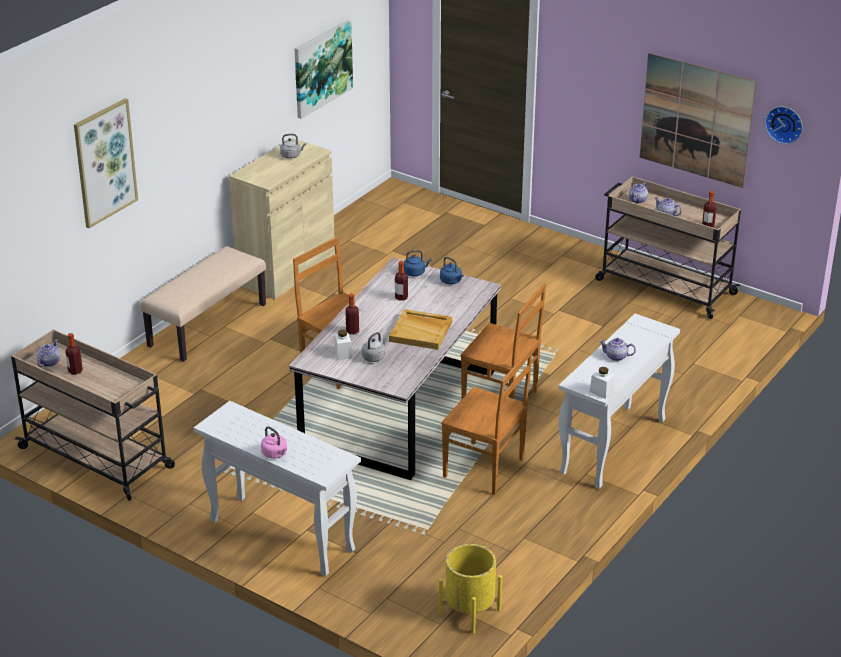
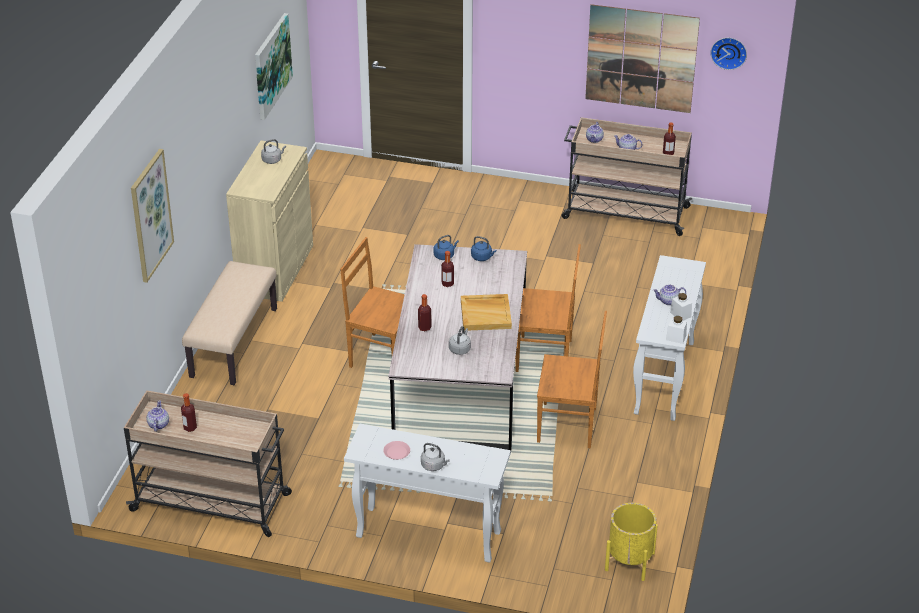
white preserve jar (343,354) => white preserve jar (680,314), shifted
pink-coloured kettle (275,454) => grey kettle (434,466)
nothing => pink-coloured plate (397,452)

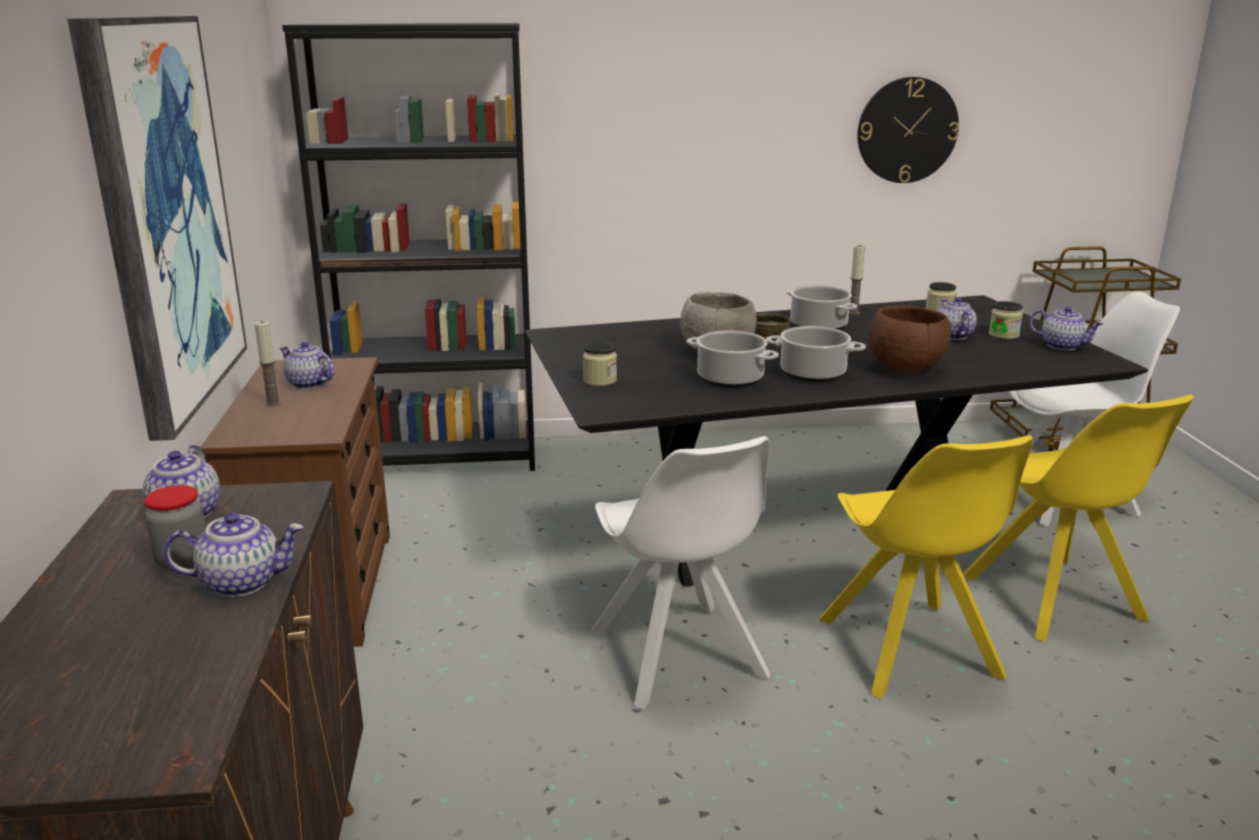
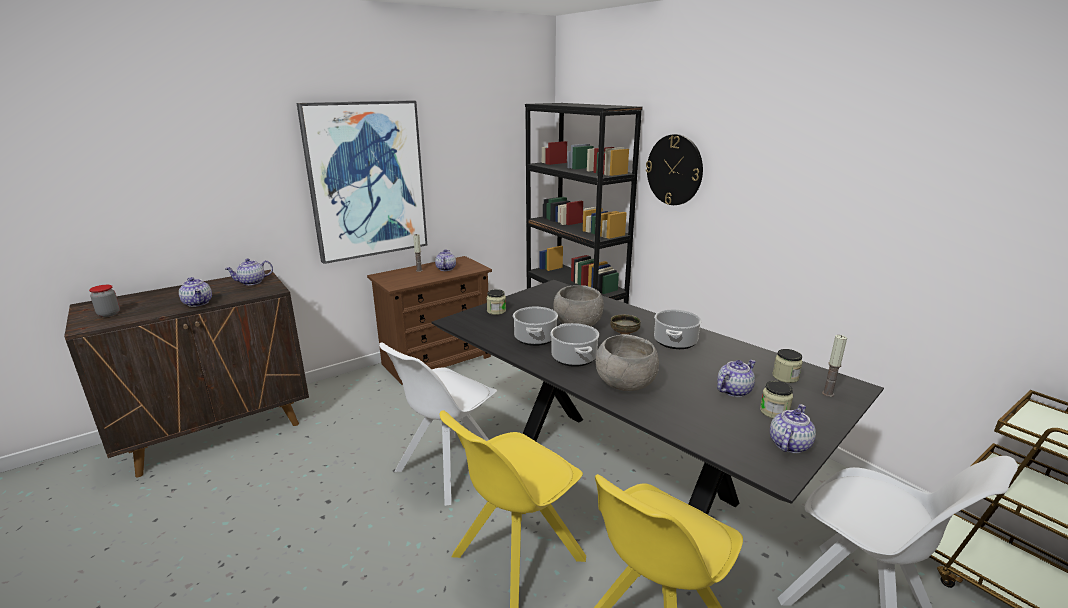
wall clock (907,130) => wall clock (674,170), shifted
wax candle (853,312) => wax candle (828,393), shifted
brown-coloured deep dish (906,369) => grey deep dish (625,385)
pot for tea (1062,346) => pot for tea (789,444), 150 degrees counterclockwise
preserve jar (183,561) => preserve jar (109,314), shifted

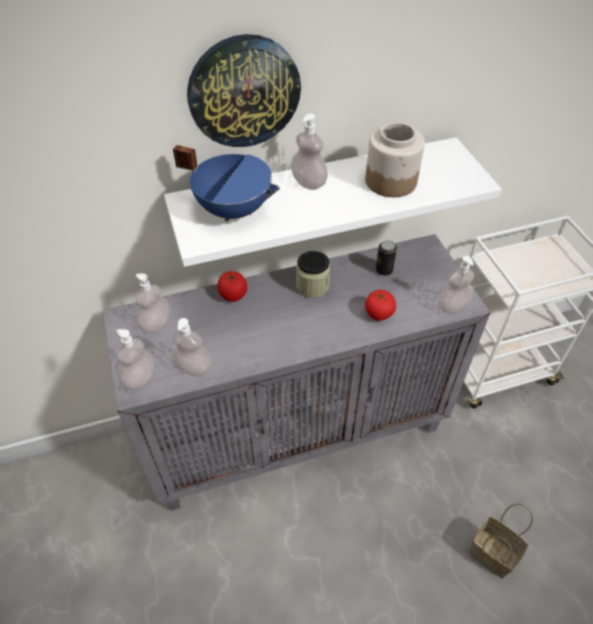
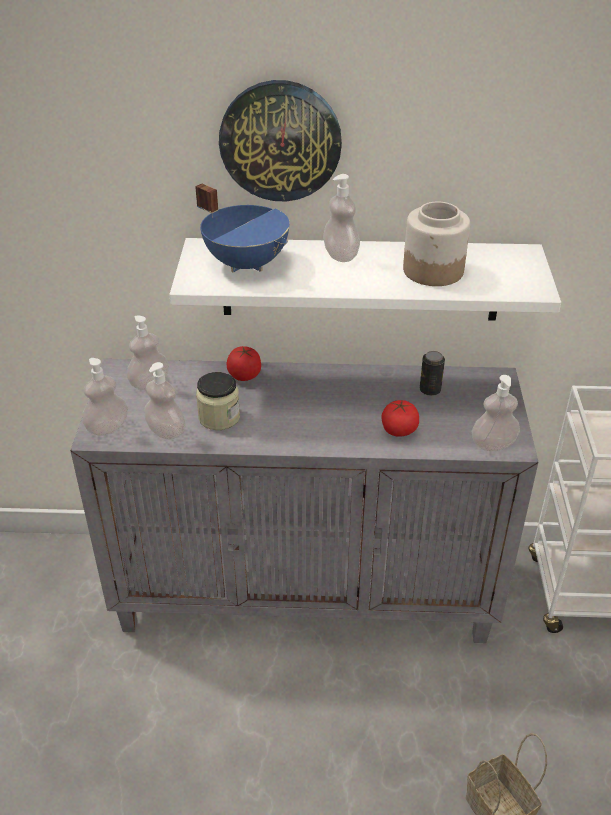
preserve jar (312,286) => preserve jar (219,417), shifted

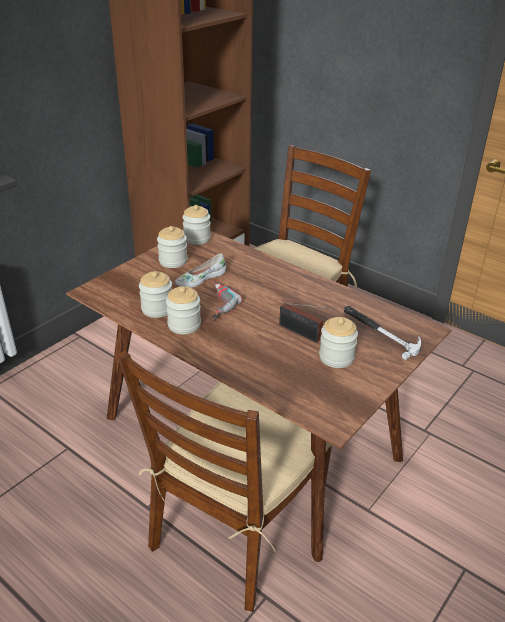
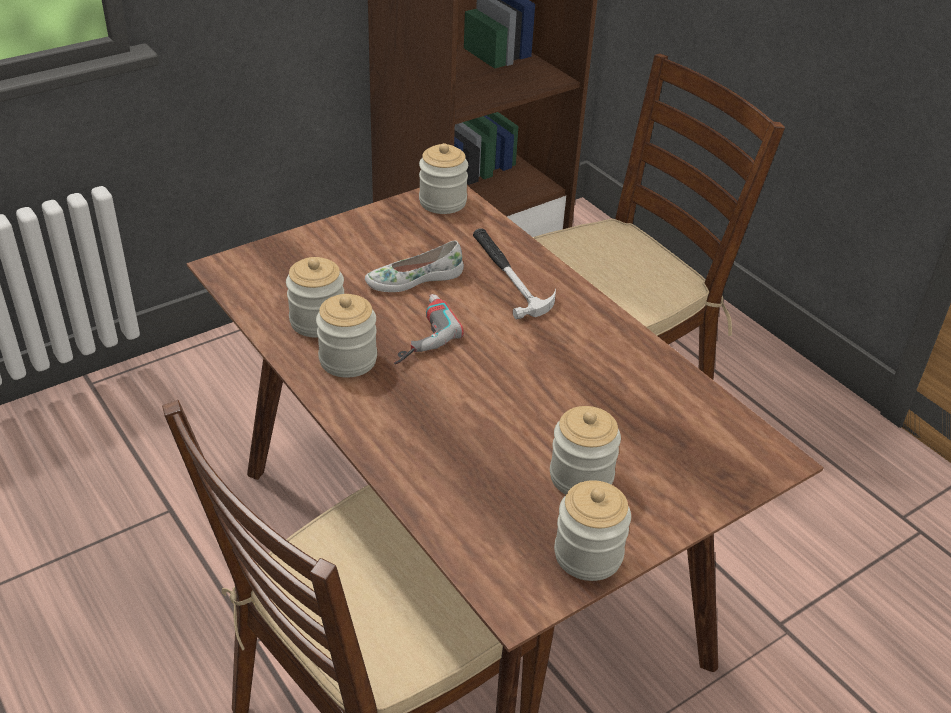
preserve jar (173,261) => preserve jar (588,555), shifted
radio (302,333) => nothing
tool hammer (380,332) => tool hammer (508,275), shifted

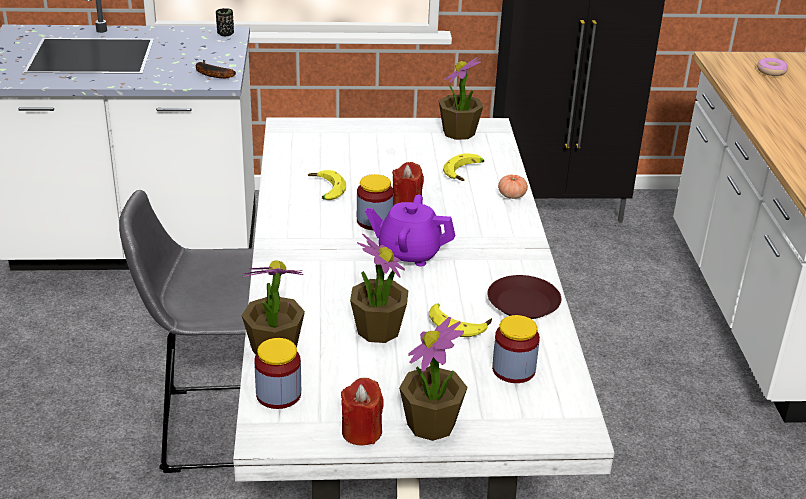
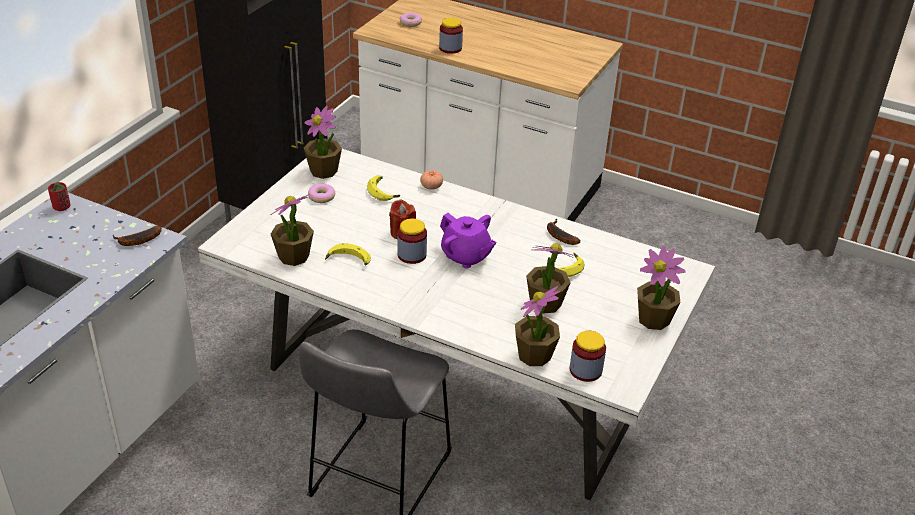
black drinking cup (225,34) => red-coloured drinking cup (61,207)
purple pot for tea (409,253) => purple pot for tea (466,256), 90 degrees counterclockwise
brown-coloured plate (523,303) => whole banana (558,235)
preserve jar (513,370) => preserve jar (450,48), shifted
red-coloured wax candle (361,432) => nothing
nothing => donut (321,197)
nothing => potted plant (293,256)

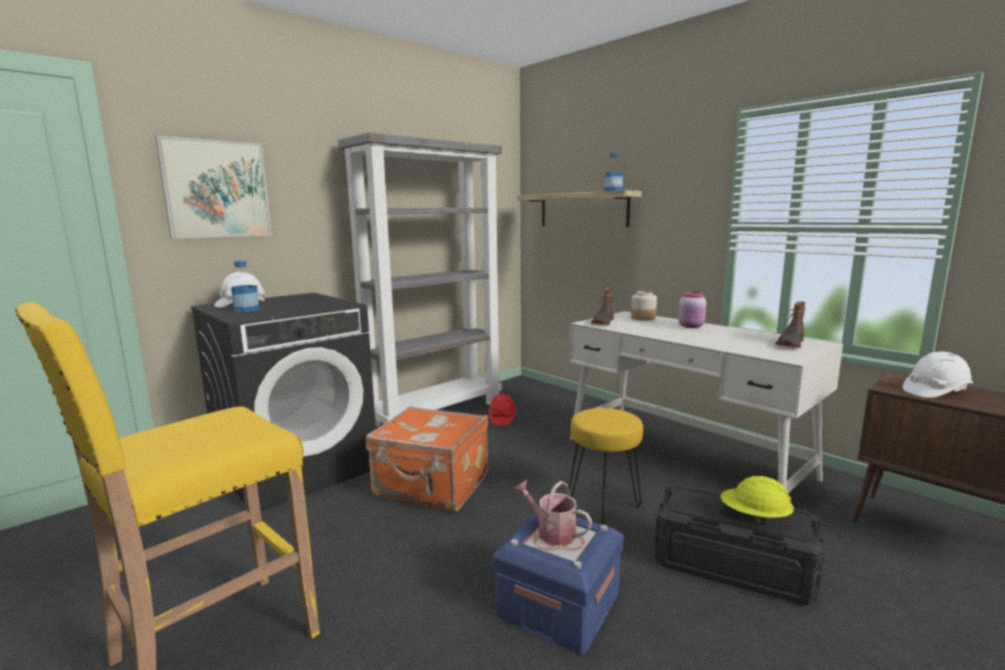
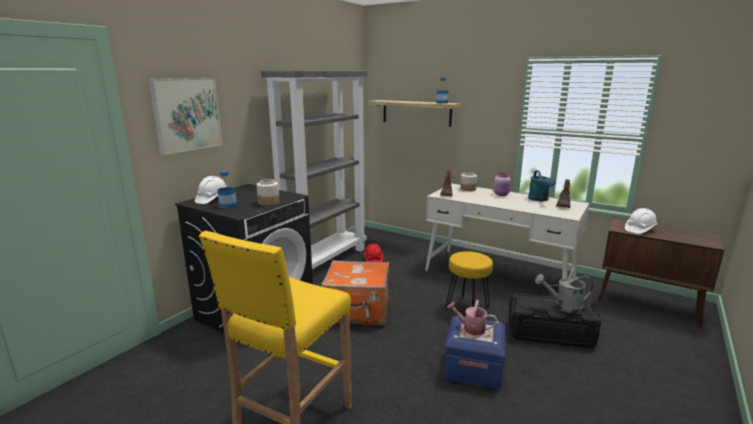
yellowish safety helmet (754,518) => grey watering can (563,307)
nothing => turquoise watering can (540,199)
nothing => preserve jar (269,202)

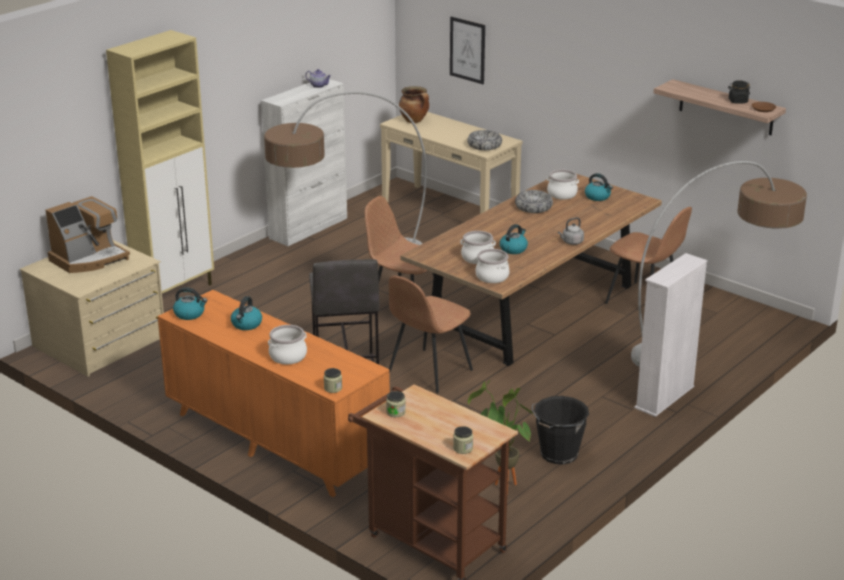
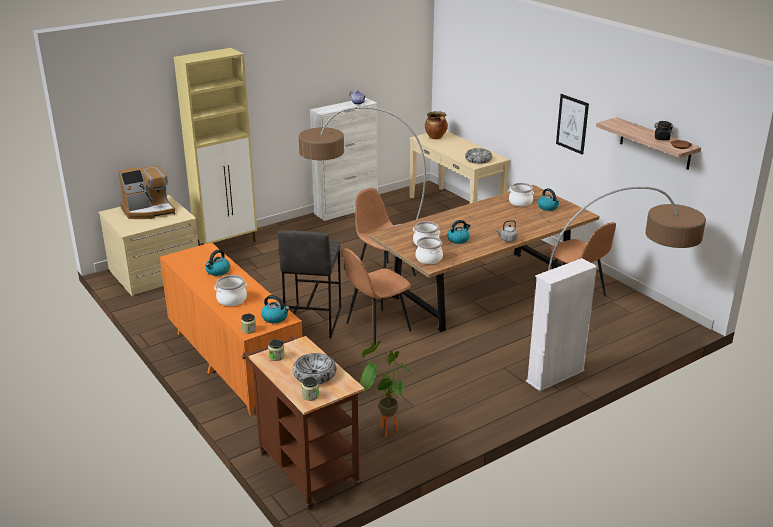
wall art (467,50) => wall art (572,124), shifted
deep dish (533,207) => deep dish (314,374), shifted
kettle (190,314) => kettle (275,318), shifted
black bucket (558,454) => nothing

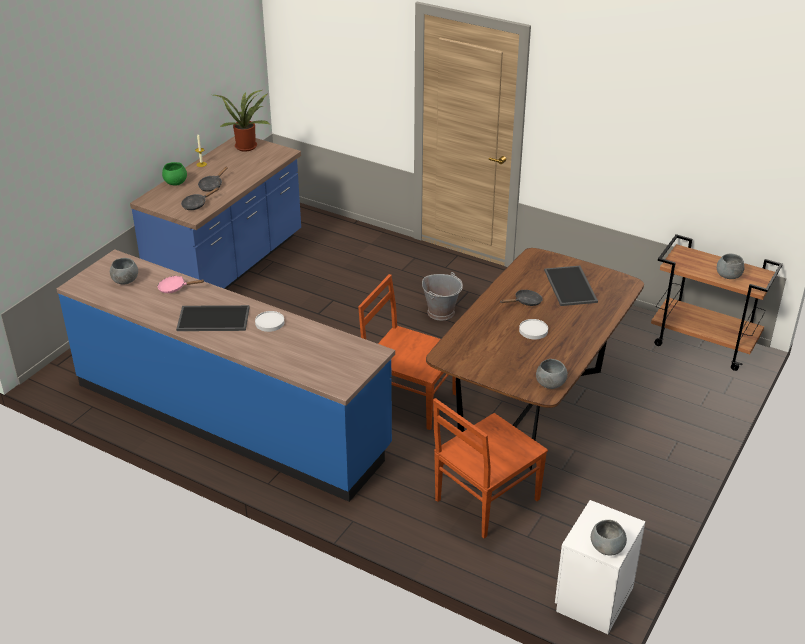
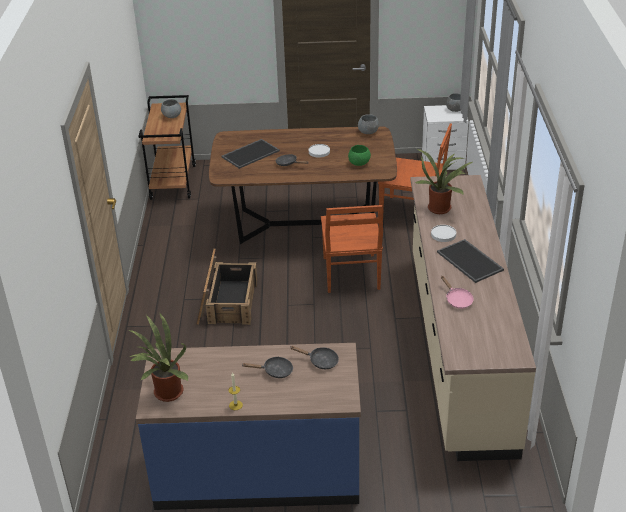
green deep dish (176,183) => green deep dish (359,163), shifted
blue-coloured kitchen base unit (231,416) => beige kitchen base unit (458,347)
grey deep dish (125,281) => nothing
grey bucket (441,312) => shipping crate (227,301)
nothing => potted plant (441,207)

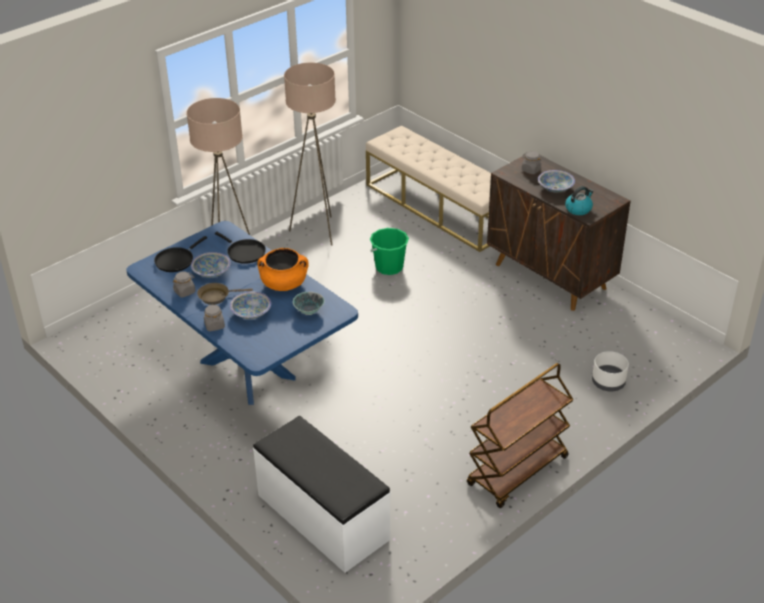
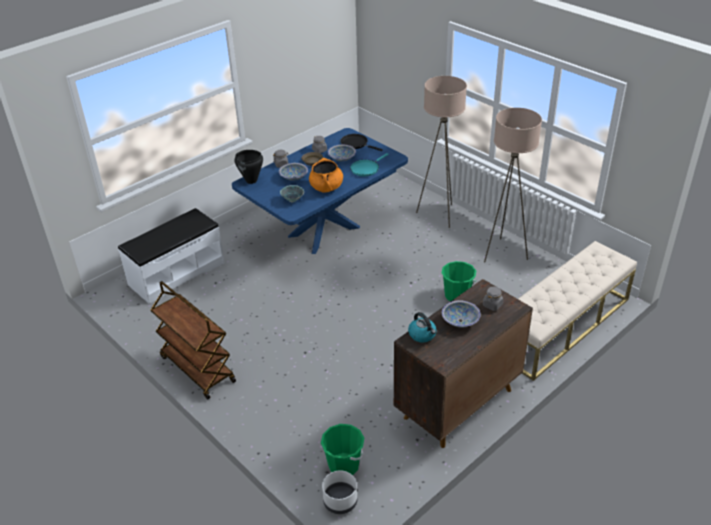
black frying pan (244,252) => turquoise frying pan (366,169)
white planter (608,382) => white planter (340,501), shifted
nothing => black cooking pot (251,181)
nothing => green bucket (344,465)

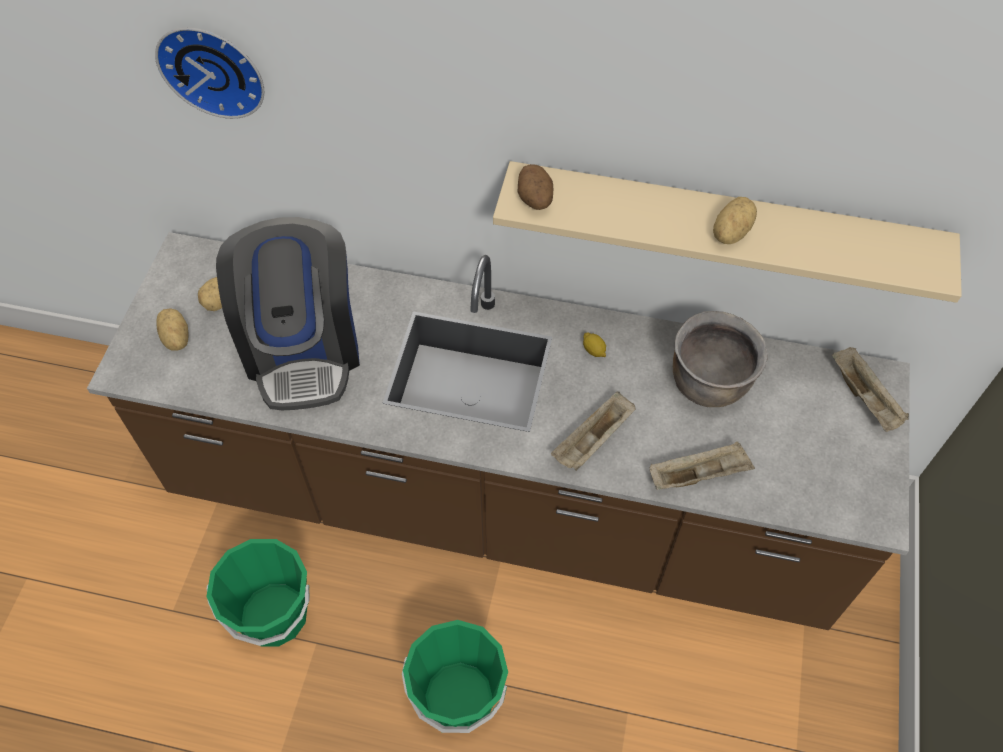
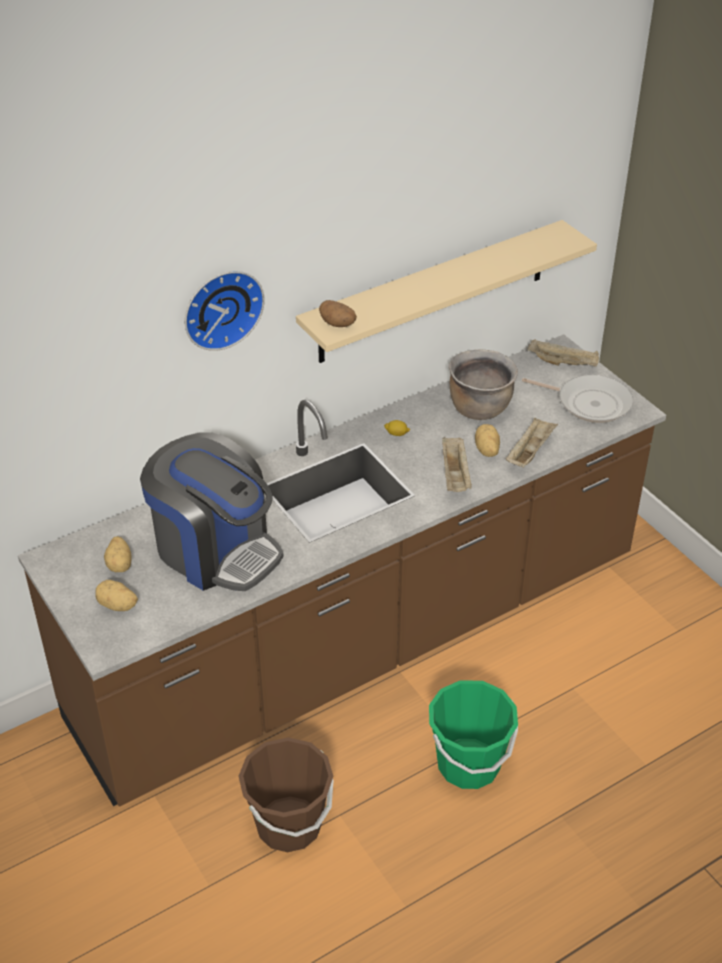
wall clock (213,68) => wall clock (221,307), shifted
potato (729,232) => potato (486,450), shifted
green bucket (274,615) => brown-coloured bucket (289,825)
nothing => frying pan (589,403)

